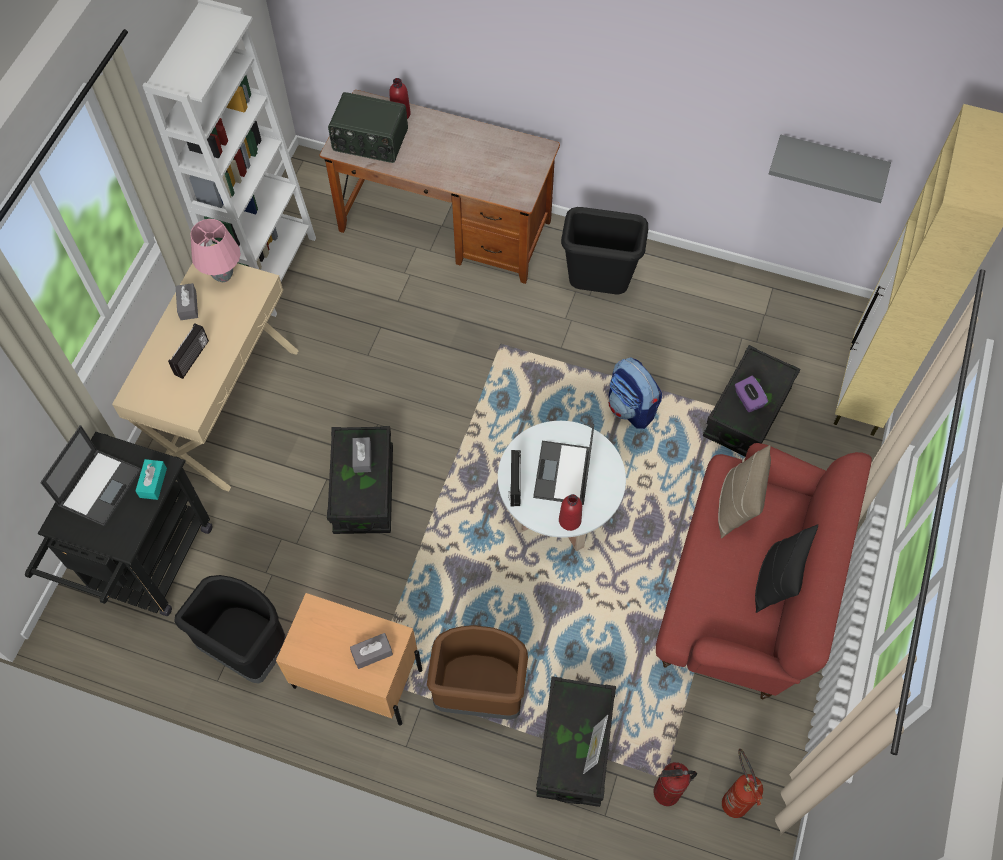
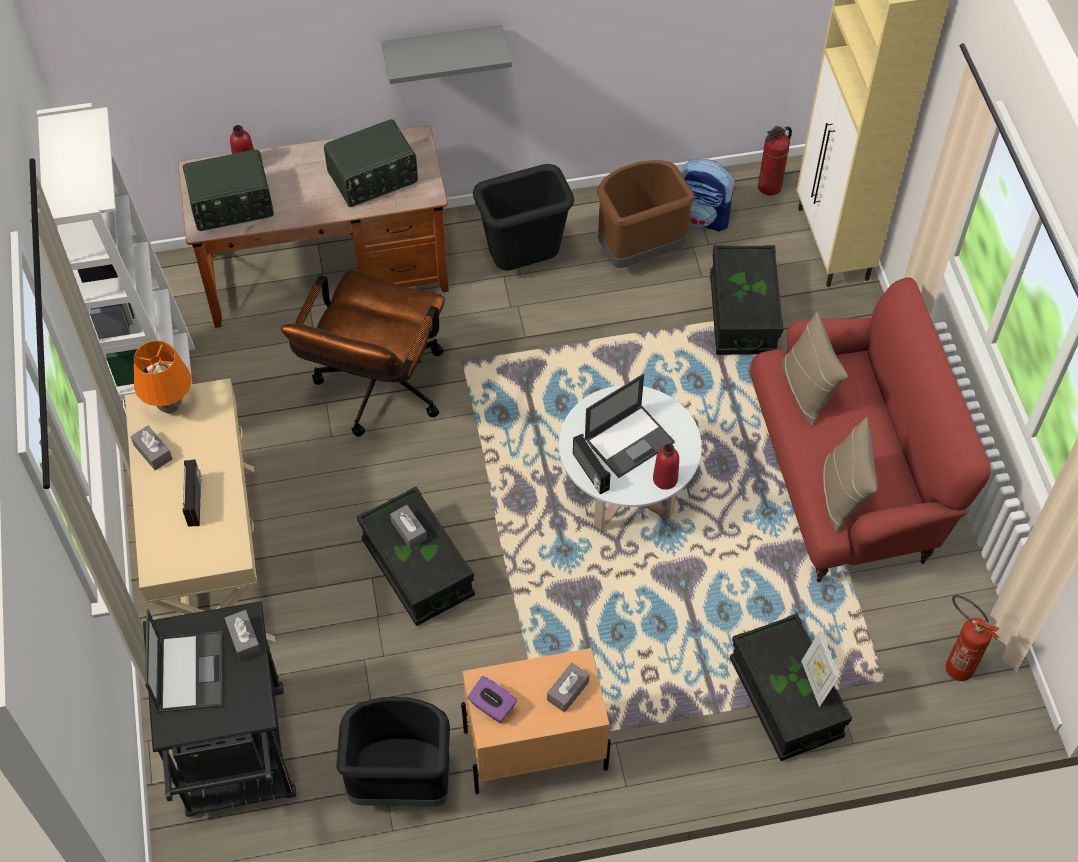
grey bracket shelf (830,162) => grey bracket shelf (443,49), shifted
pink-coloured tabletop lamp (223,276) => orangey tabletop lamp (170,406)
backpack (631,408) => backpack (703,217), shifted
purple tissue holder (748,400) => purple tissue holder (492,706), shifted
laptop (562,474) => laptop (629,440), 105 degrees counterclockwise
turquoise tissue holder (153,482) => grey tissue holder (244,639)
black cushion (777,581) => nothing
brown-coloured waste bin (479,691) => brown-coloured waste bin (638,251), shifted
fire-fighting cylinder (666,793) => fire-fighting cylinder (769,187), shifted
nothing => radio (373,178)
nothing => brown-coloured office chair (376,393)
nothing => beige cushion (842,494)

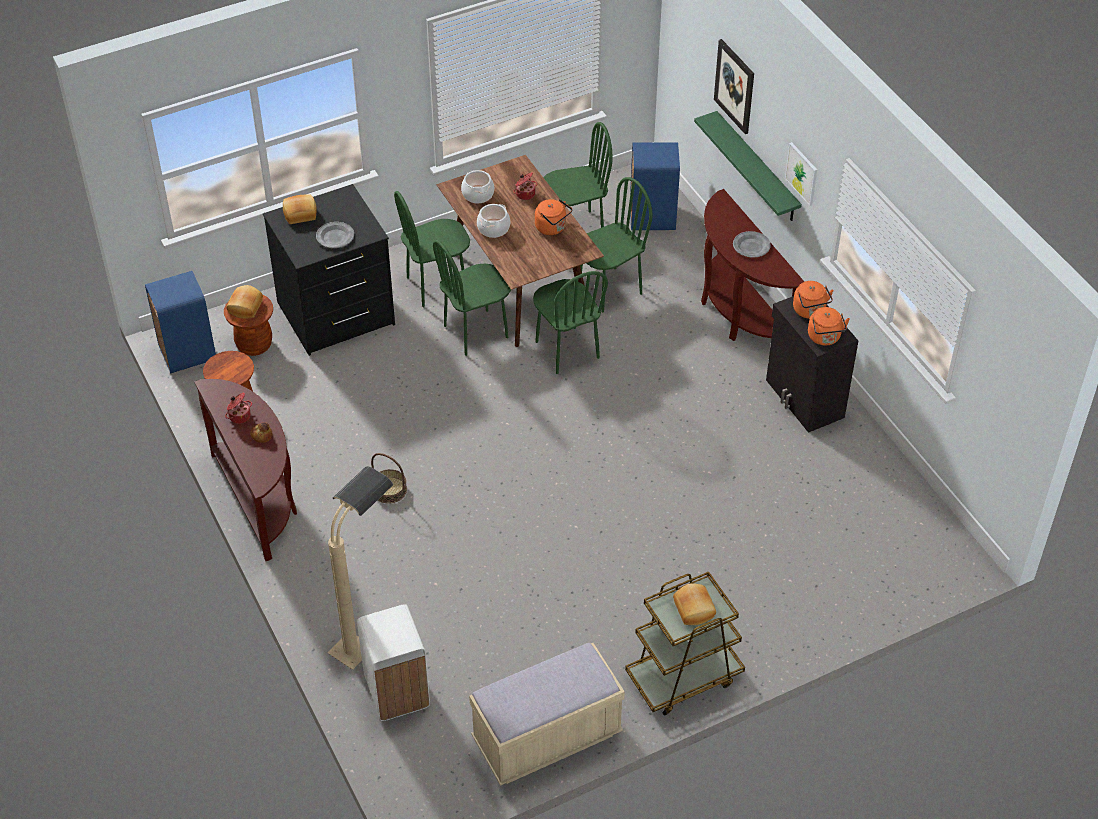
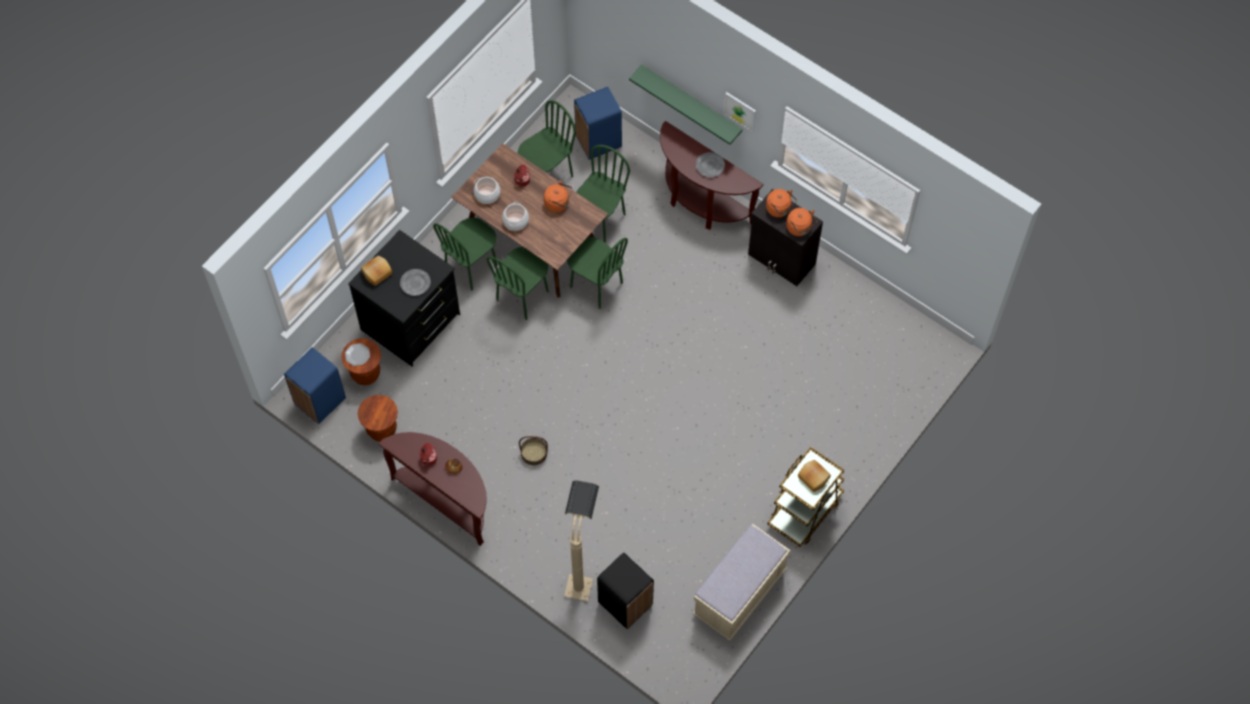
wall art (735,86) => nothing
baked bread (244,307) => plate (357,355)
white waste bin (396,693) => black waste bin (625,604)

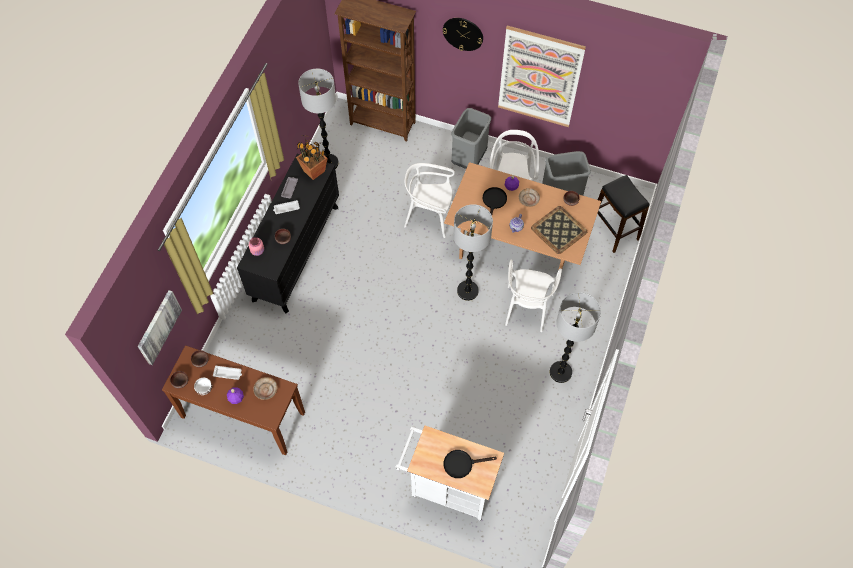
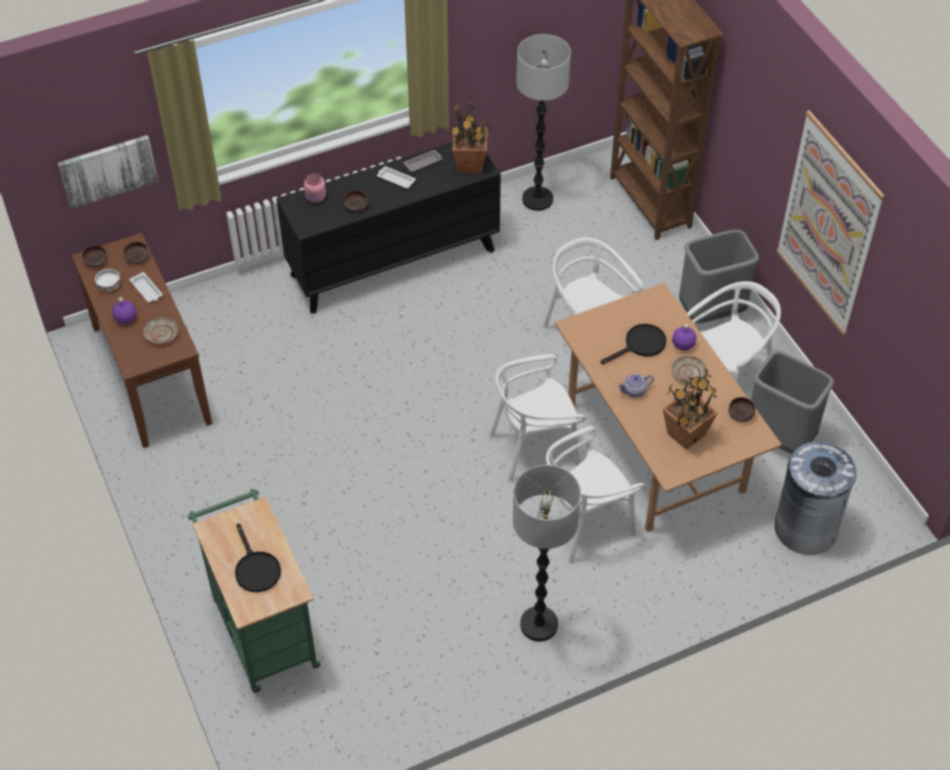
wall clock (463,33) => nothing
black stool (614,230) => grey waste bin (805,528)
standing lamp (467,291) => white chair (535,448)
serving tray (559,230) => potted plant (685,434)
white trolley (447,487) => green trolley (262,627)
black frying pan (462,463) => black frying pan (255,568), 150 degrees counterclockwise

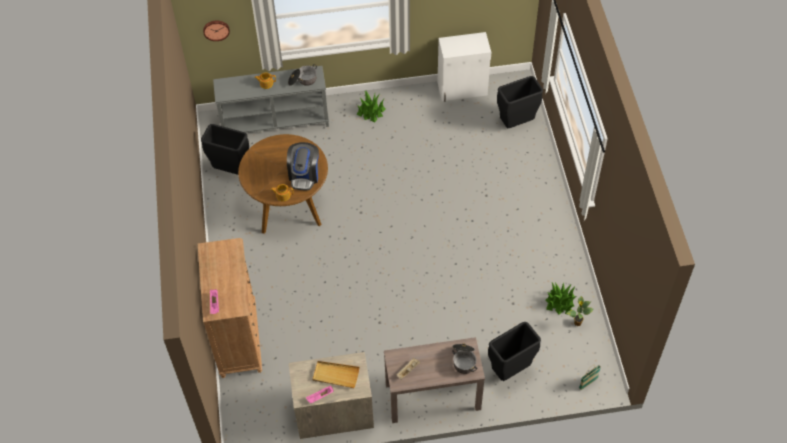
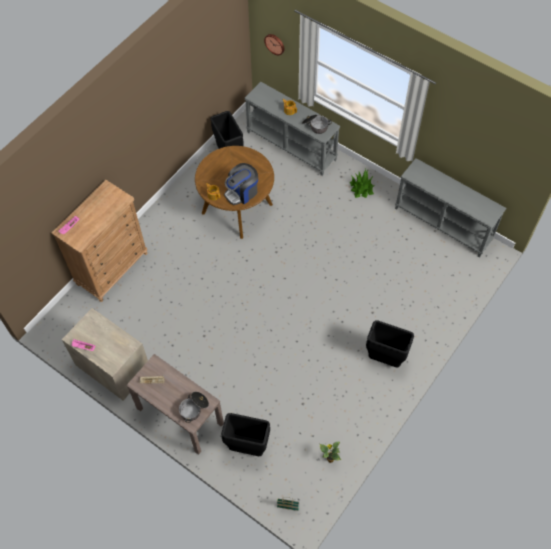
white storage cabinet (462,89) => grey hall table (444,223)
black waste bin (516,123) => black waste bin (385,358), shifted
potted plant (560,302) => nothing
beige serving tray (335,375) => nothing

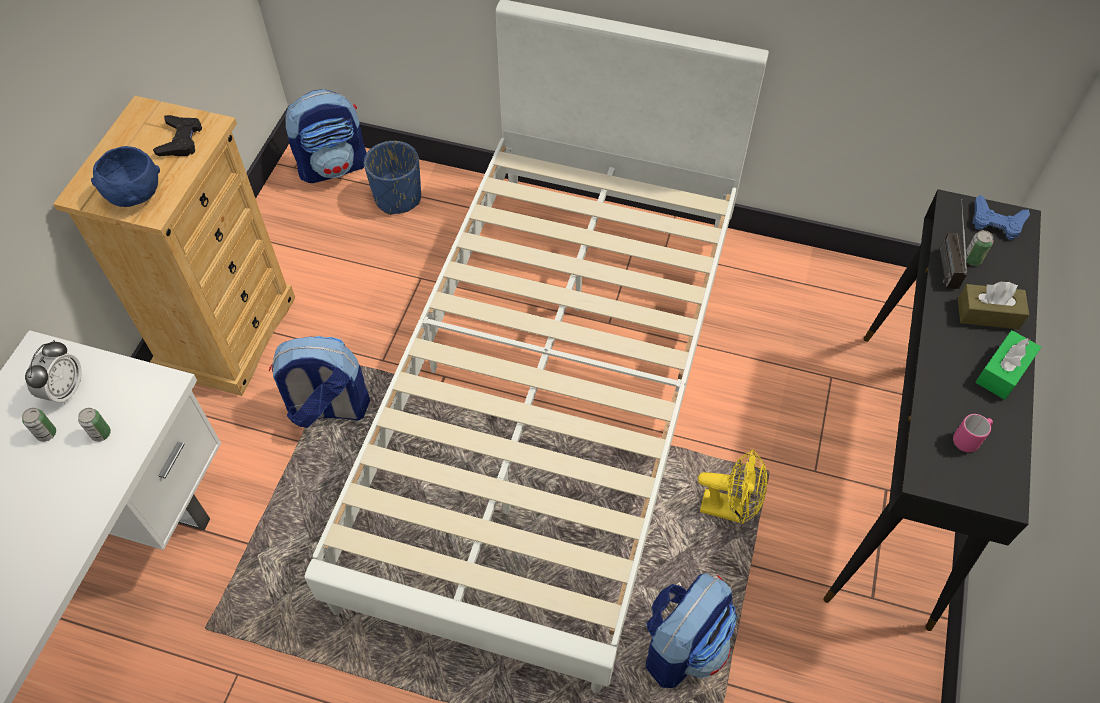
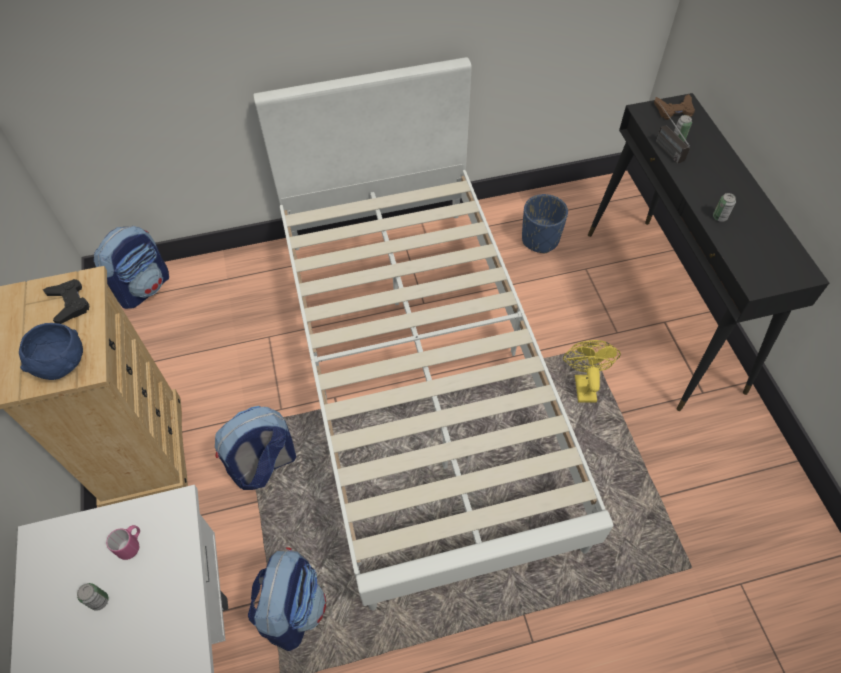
blue-coloured planter (397,198) => blue-coloured planter (540,240), shifted
blue-coloured joypad (996,222) => brown-coloured joypad (674,110)
brown-coloured tissue holder (988,314) => nothing
green tissue holder (1003,371) => nothing
alarm clock (65,390) => nothing
can (101,434) => can (719,217), shifted
pink-coloured mug (969,439) => pink-coloured mug (131,545), shifted
yellowish fan (729,508) => yellowish fan (584,384), 75 degrees counterclockwise
backpack (682,645) => backpack (293,608), shifted

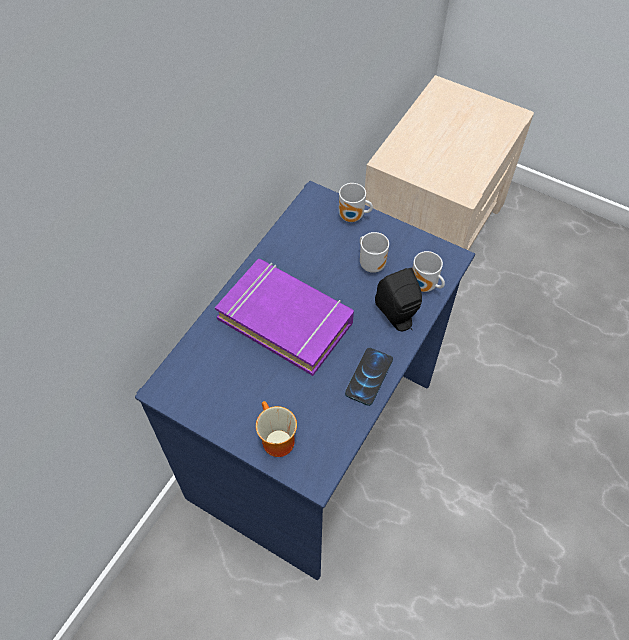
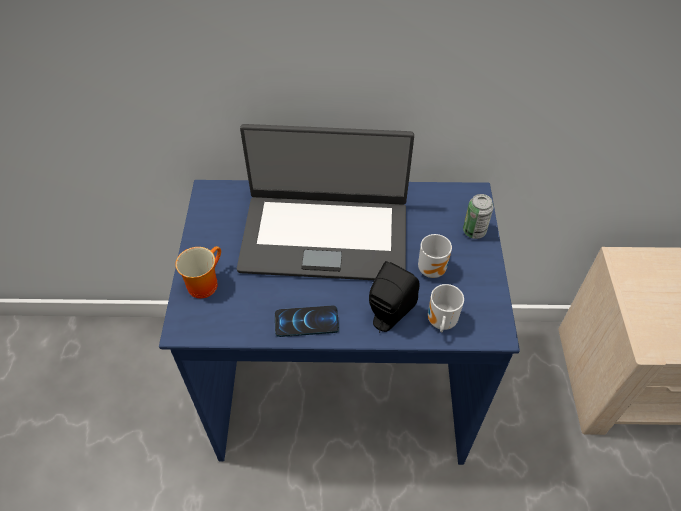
mug (352,217) => can (474,231)
purple volume (286,320) => laptop (325,235)

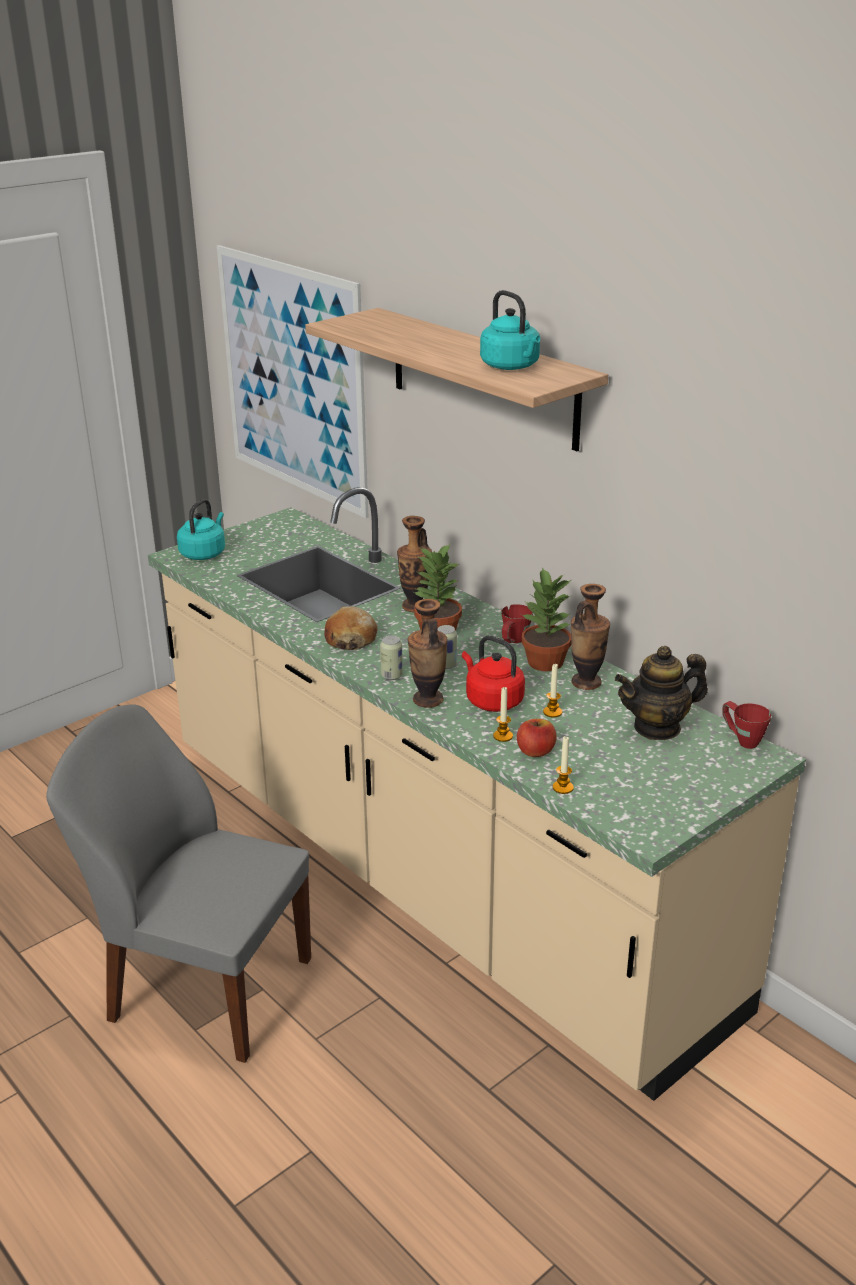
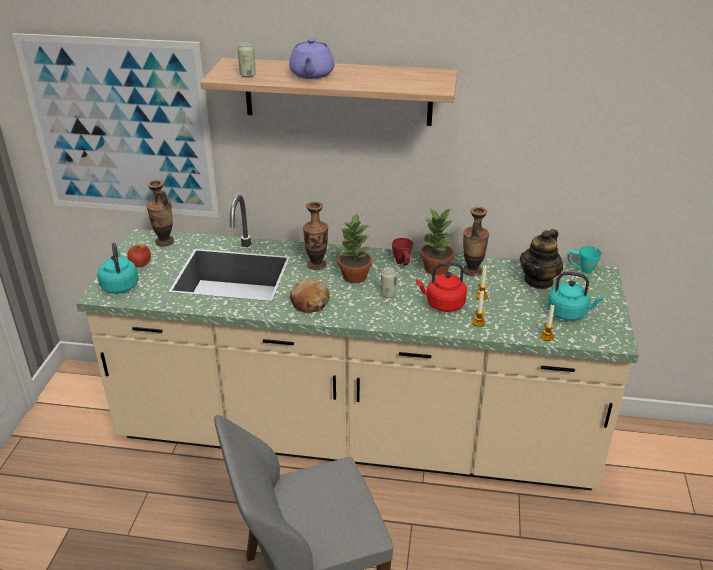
turquoise kettle (512,366) => turquoise kettle (569,313), shifted
vase (428,700) => vase (164,242), shifted
can (391,676) => can (247,75), shifted
red-coloured mug (741,739) => turquoise mug (581,269)
apple fruit (535,751) => apple fruit (140,264), shifted
nothing => purple pot for tea (311,74)

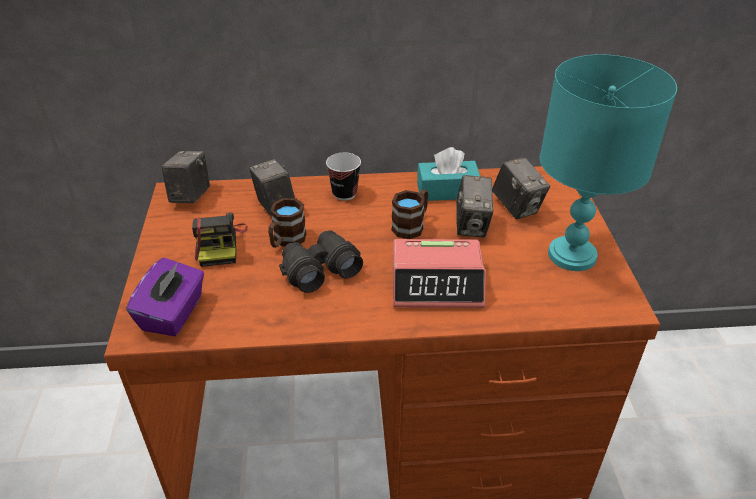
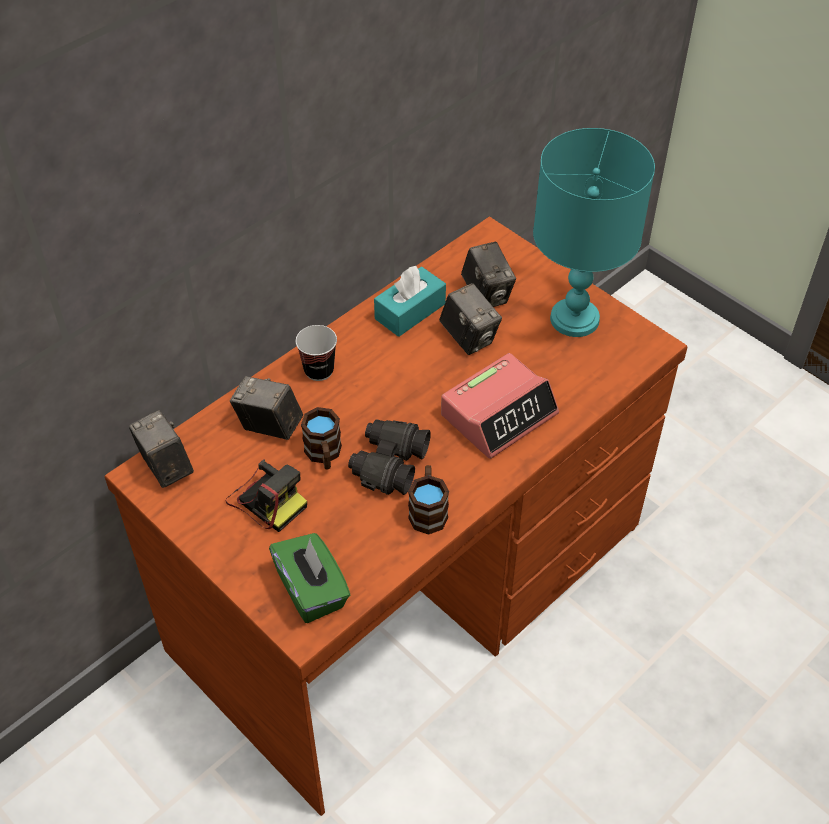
still camera (517,207) => still camera (487,294), 45 degrees clockwise
brown-coloured mug (411,225) => brown-coloured mug (428,510), shifted
purple tissue holder (173,313) => green tissue holder (312,590)

